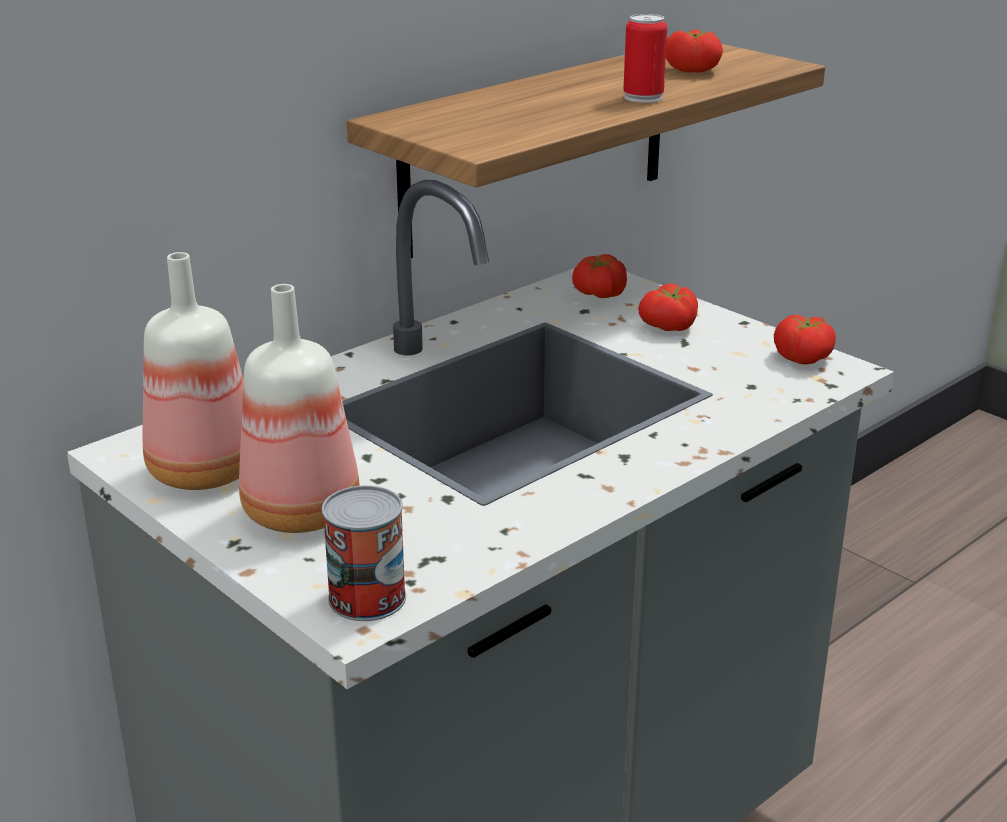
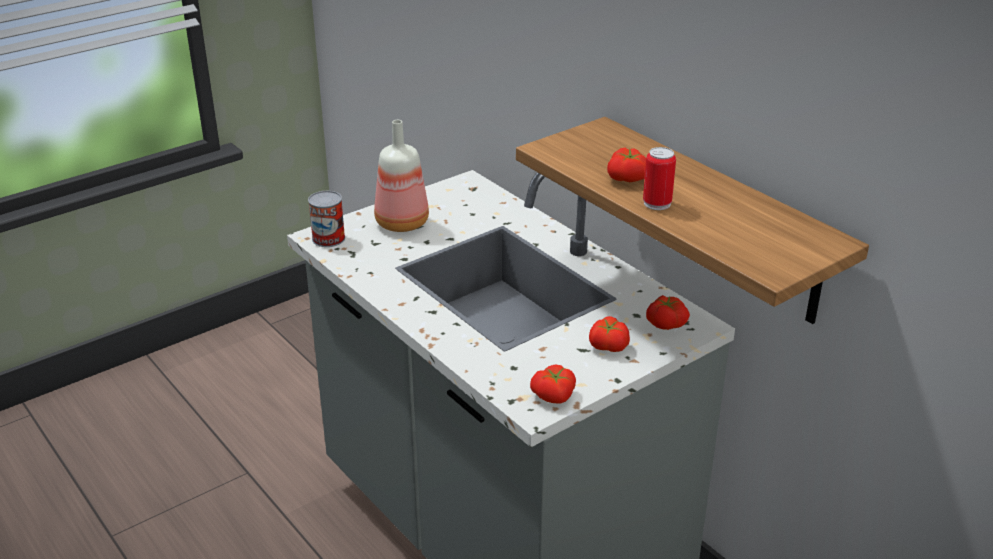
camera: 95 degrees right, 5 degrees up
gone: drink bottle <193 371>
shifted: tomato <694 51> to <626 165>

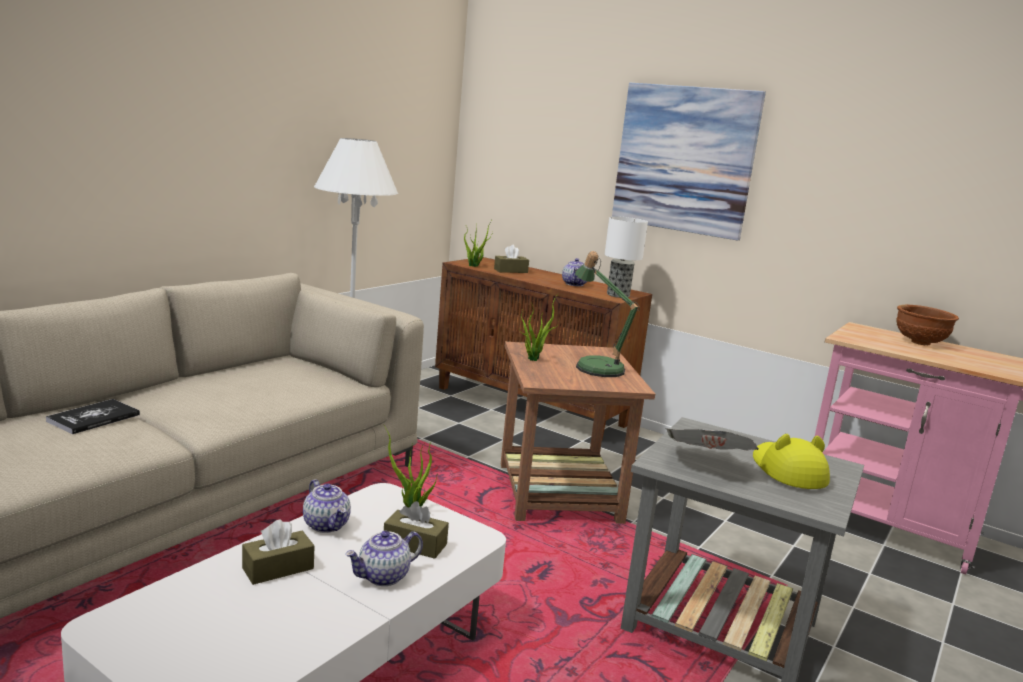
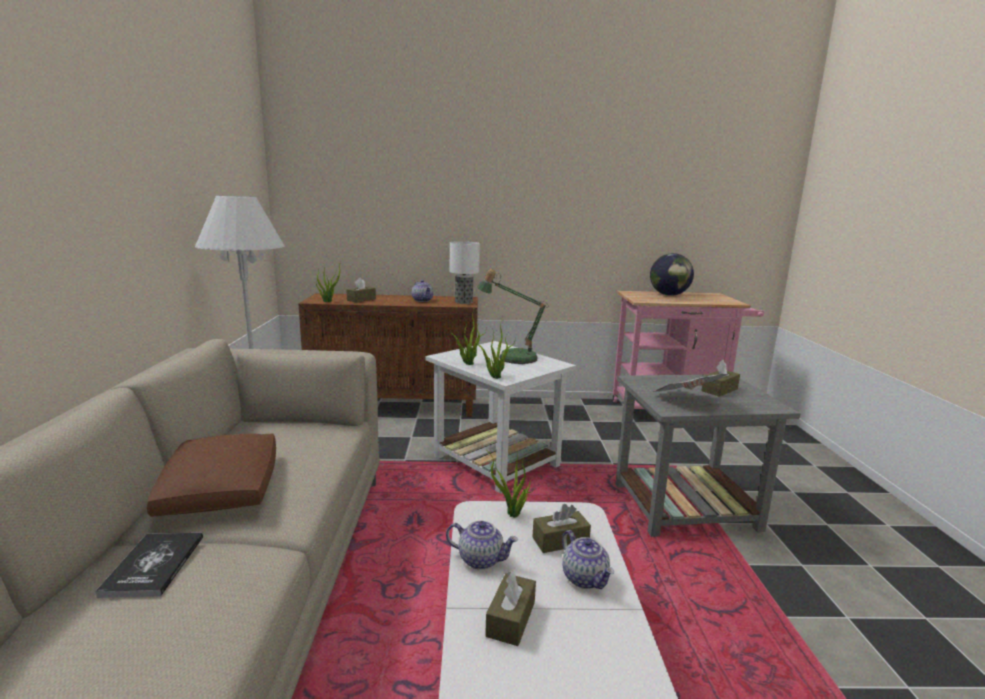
camera: 35 degrees left, 0 degrees up
gone: wall picture <689 162>
new: throw pillow in brown-coloured <211 475>; plant in a pot <496 347>
swapped: hat in yellow-coloured <791 461> to tissue box in brown-coloured <720 378>; deep dish in brown-coloured <927 325> to world globe <672 274>
repainted: side table in brown-coloured <578 433> to side table in white <500 417>
rotated: pot for tea <384 558> = <588 559> 45 degrees counterclockwise

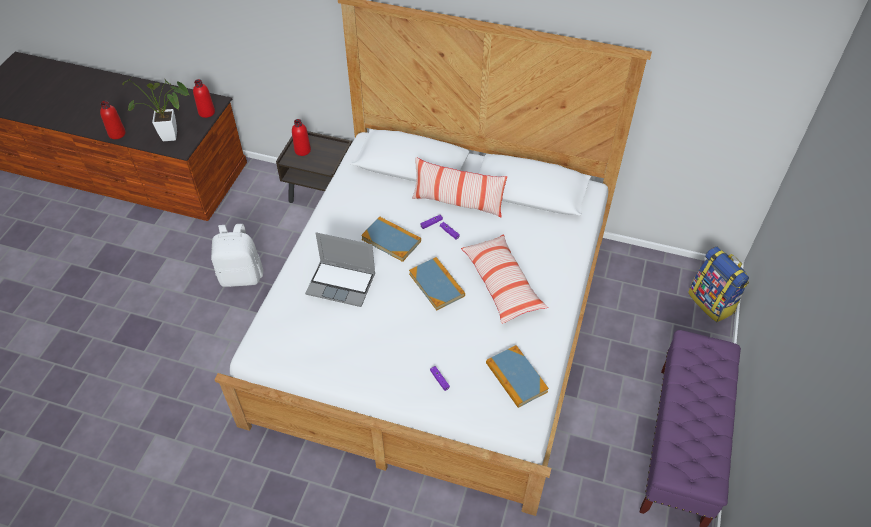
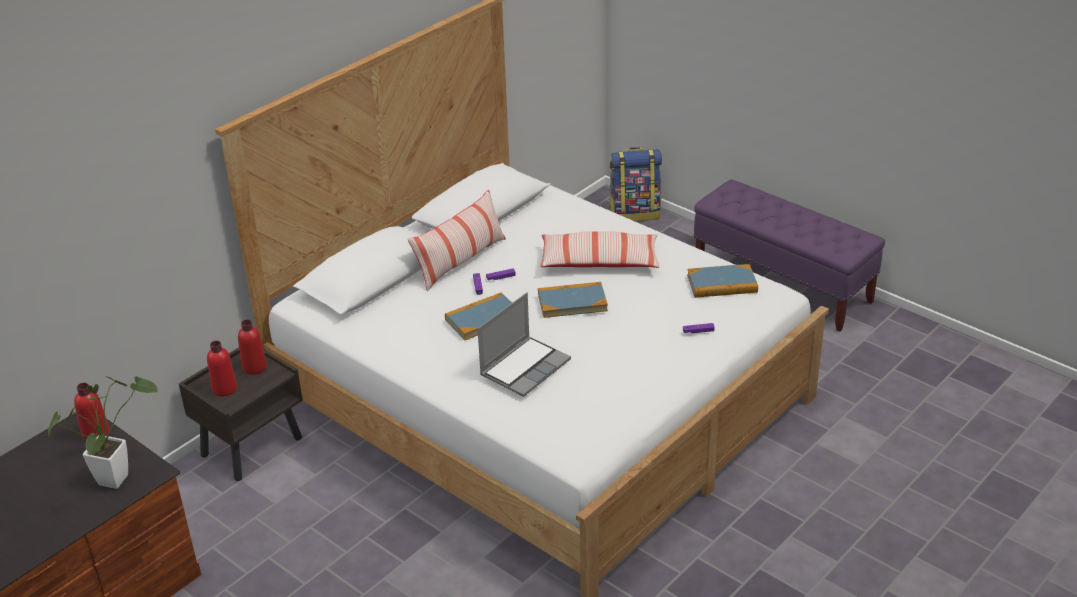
camera: 65 degrees left, 15 degrees down
gone: knapsack in white <237 255>
shifted: drink bottle in red <113 120> to <252 347>

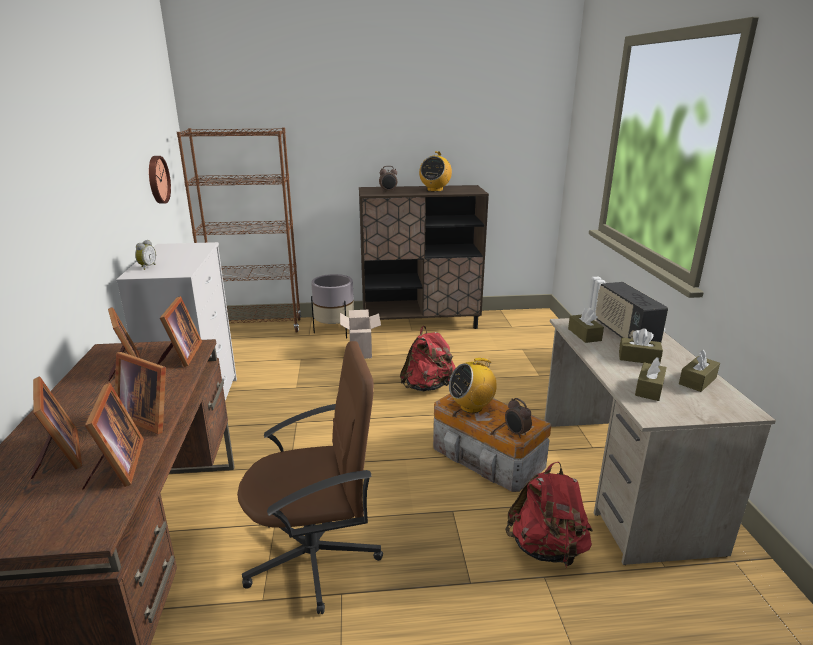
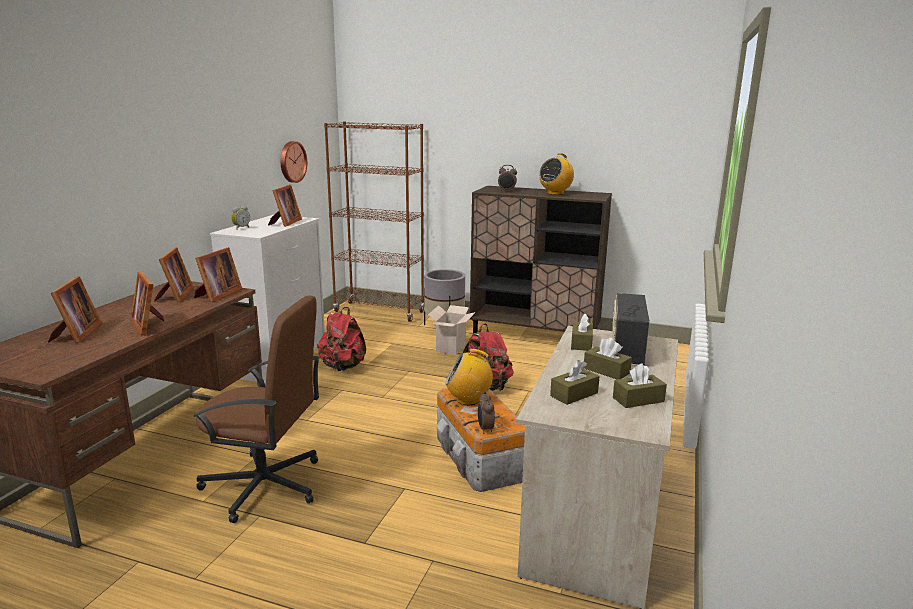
camera: 25 degrees right, 5 degrees down
shifted: photo frame <113 436> to <285 206>; knapsack in red <549 514> to <341 339>

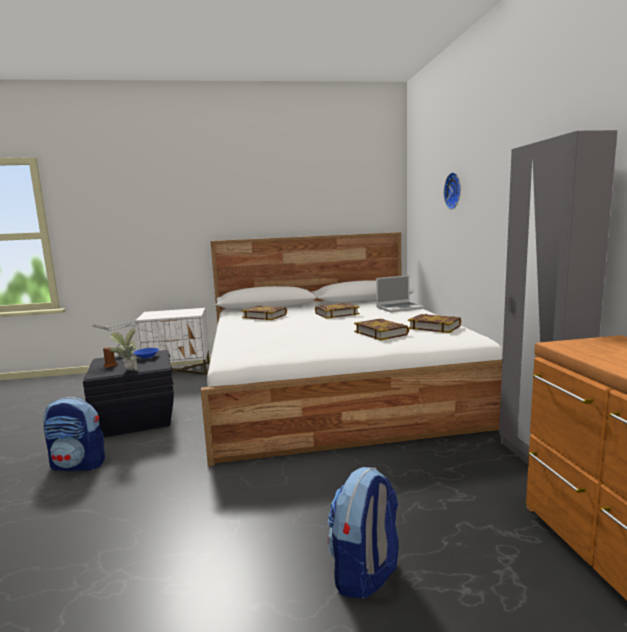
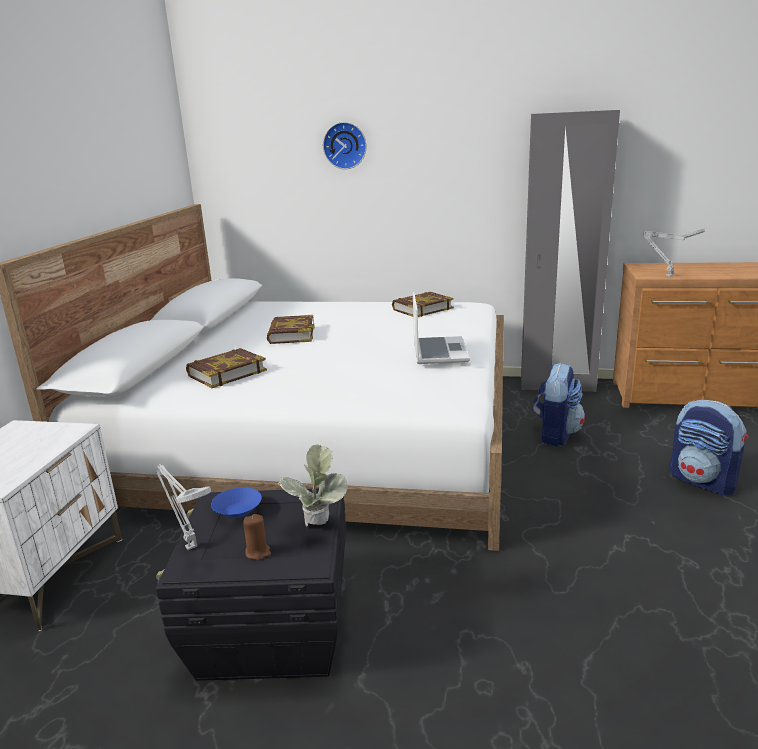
camera: 70 degrees left, 10 degrees up
gone: book <381 329>
new: lamp for a table in gray <674 252>
shifted: knapsack <74 434> to <558 404>; notebook computer <400 293> to <441 328>

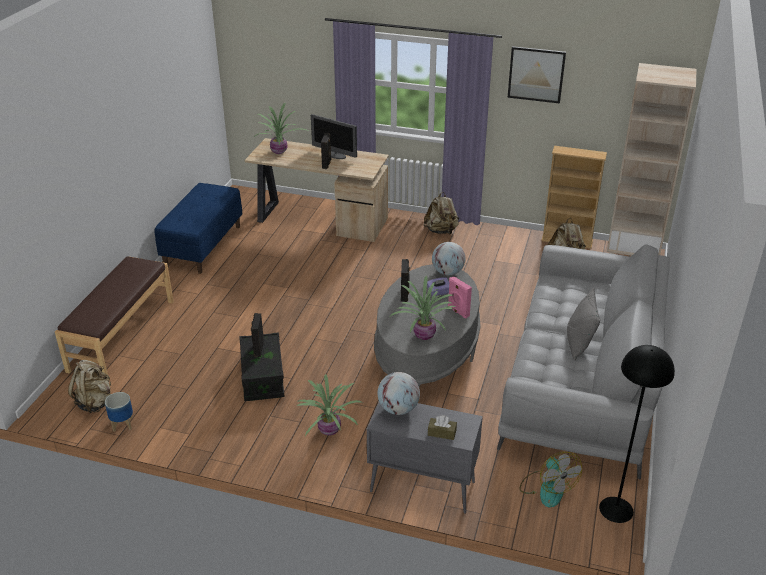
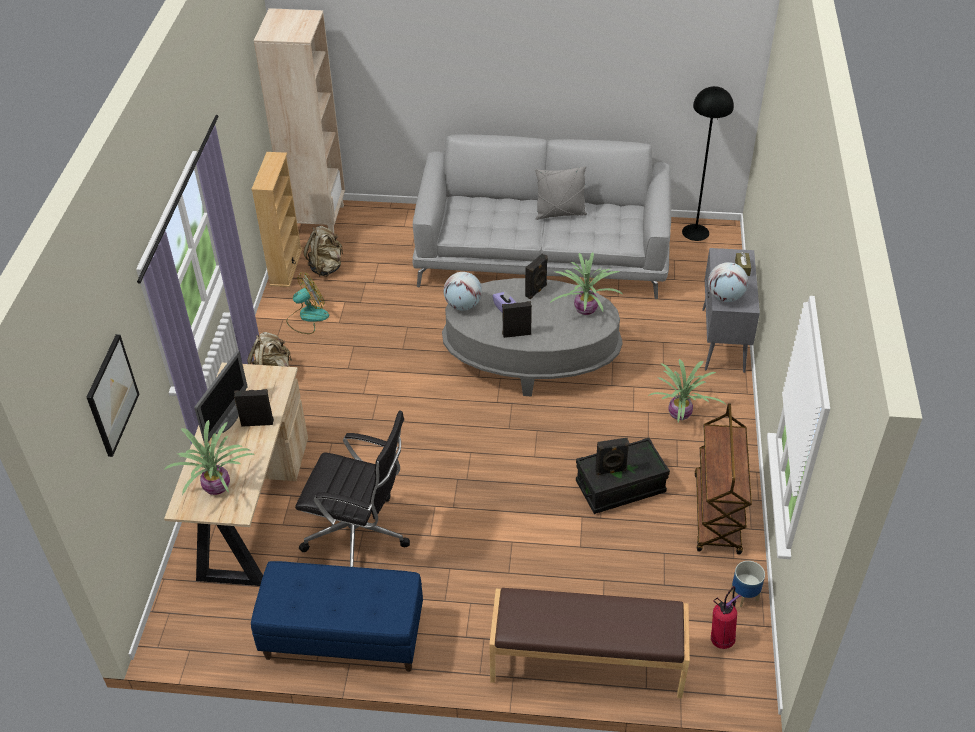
camera: 100 degrees left, 10 degrees up
new: computer chair in black <352 489>; trolley in brown-coloured <723 478>
shifted: wall picture <536 75> to <113 395>; fan <551 480> to <307 303>
swapped: knapsack in beige <90 386> to fire extinguisher <726 617>
repainted: speaker in pink-coloured <460 297> to speaker in black <536 276>

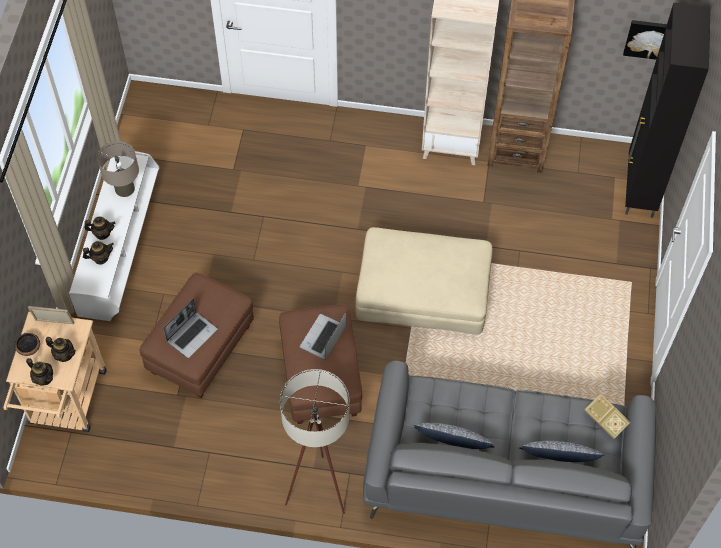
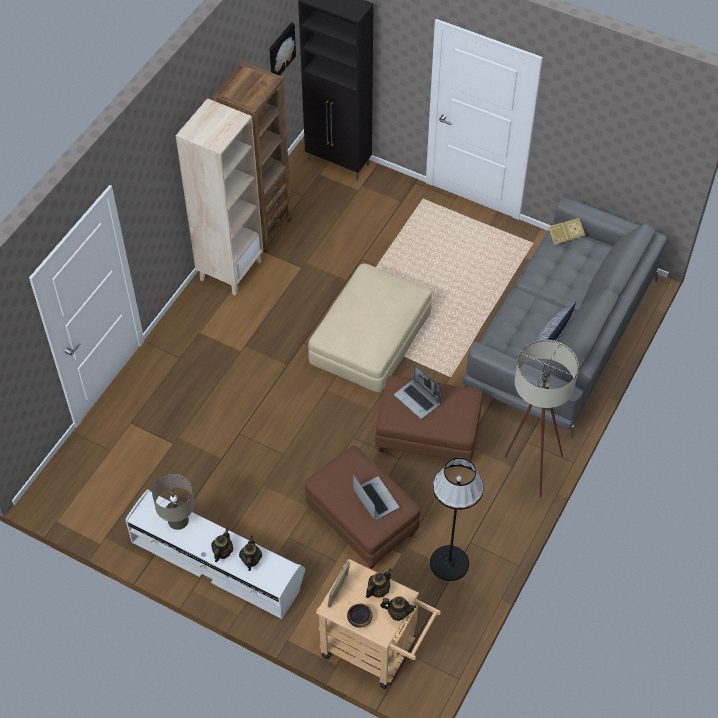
camera: 70 degrees left, 5 degrees down
gone: throw pillow <561 451>
new: floor lamp in black <457 519>
rotated: pot for tea <39 372> = <398 608> 45 degrees clockwise

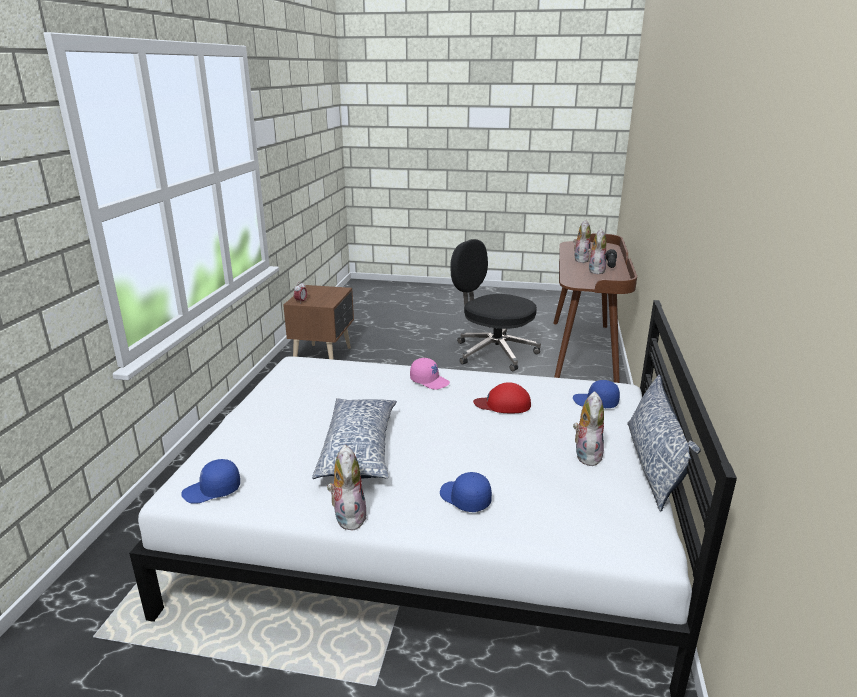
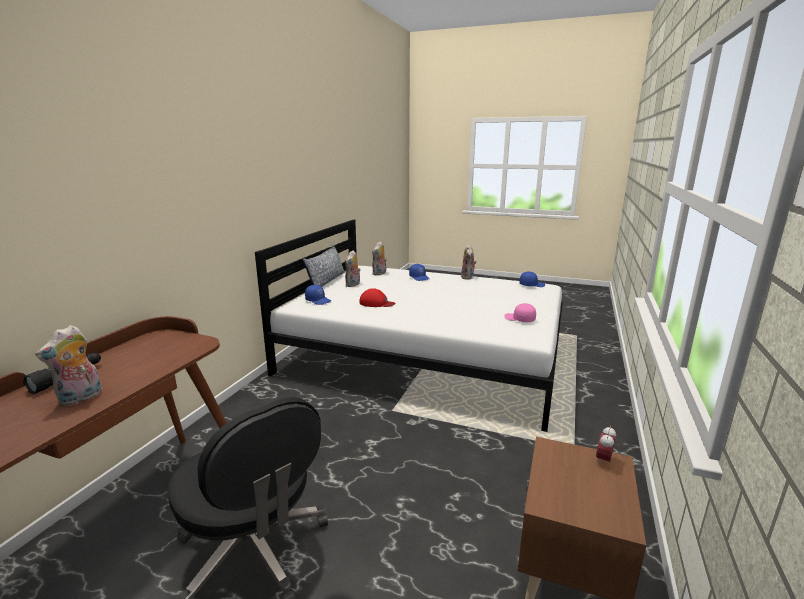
camera: 170 degrees left, 5 degrees down
gone: throw pillow <354 438>
shifted: cap in pink-coloured <430 374> to <520 312>; cuddly toy <597 251> to <379 258>

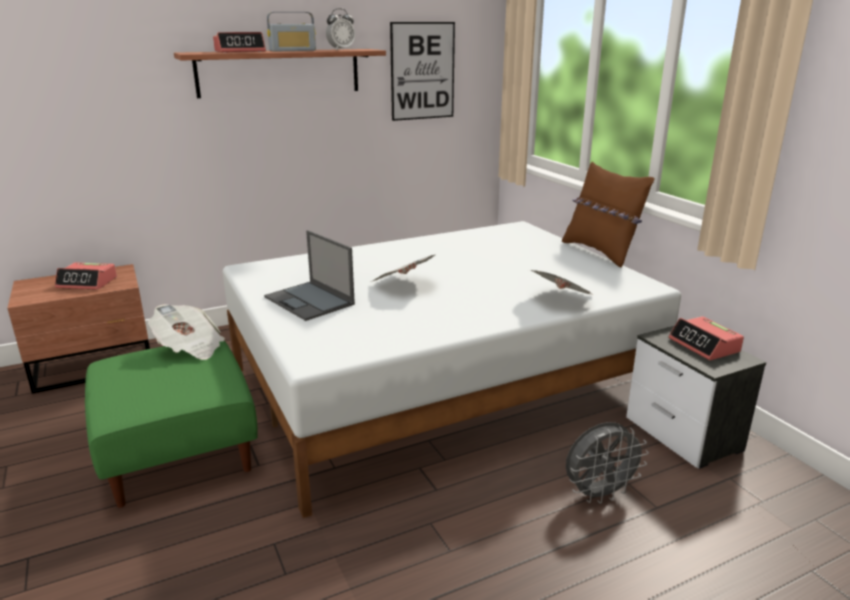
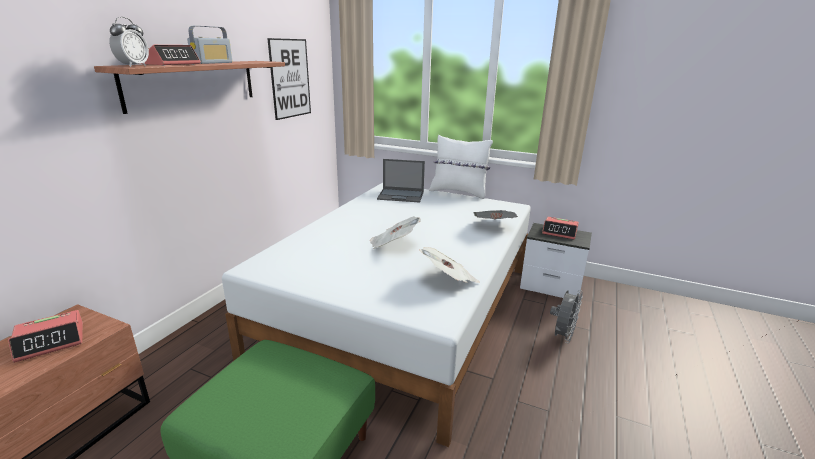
camera: 40 degrees left, 0 degrees up
shifted: daily paper <186 332> to <449 265>; notebook computer <309 275> to <401 181>; alarm clock <340 29> to <129 42>
repainted: throw pillow in brown-coloured <608 214> to throw pillow in white <461 167>

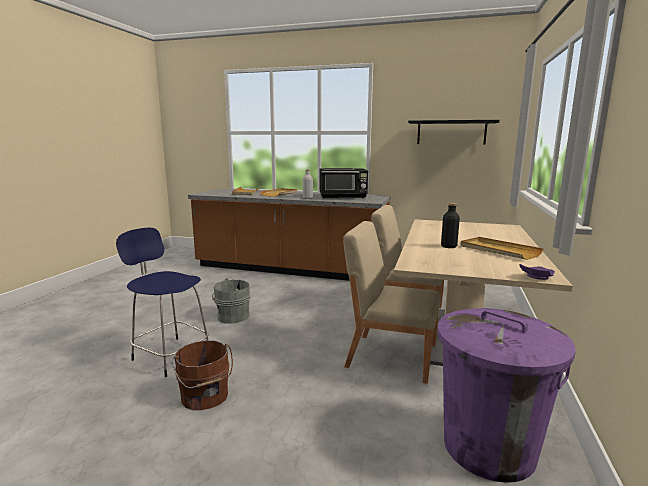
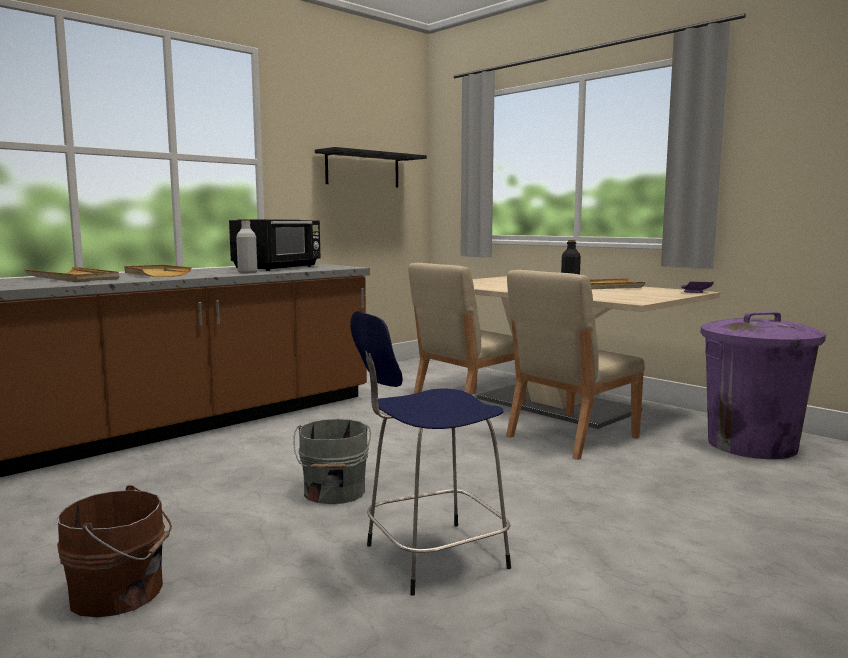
camera: 60 degrees left, 5 degrees down
shifted: water bucket in brown-coloured <202 375> to <114 551>

